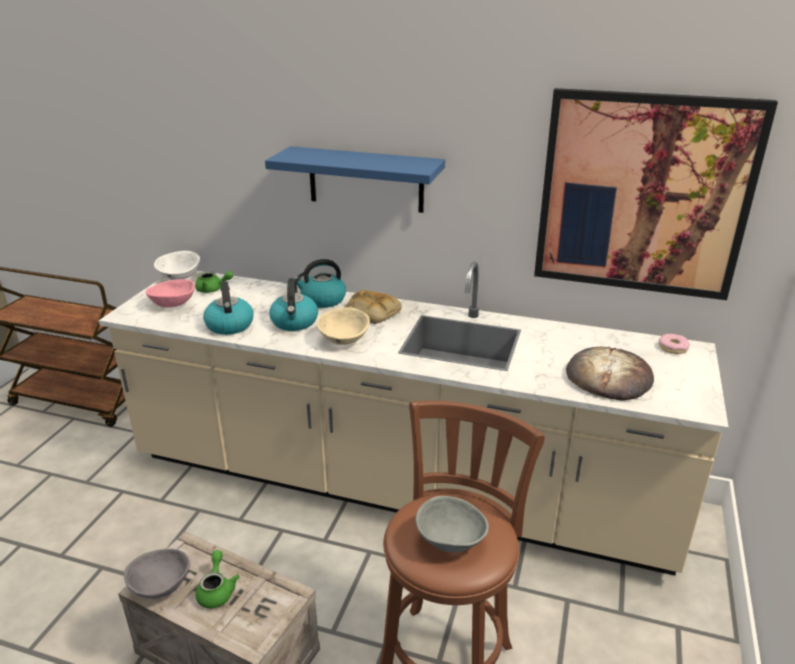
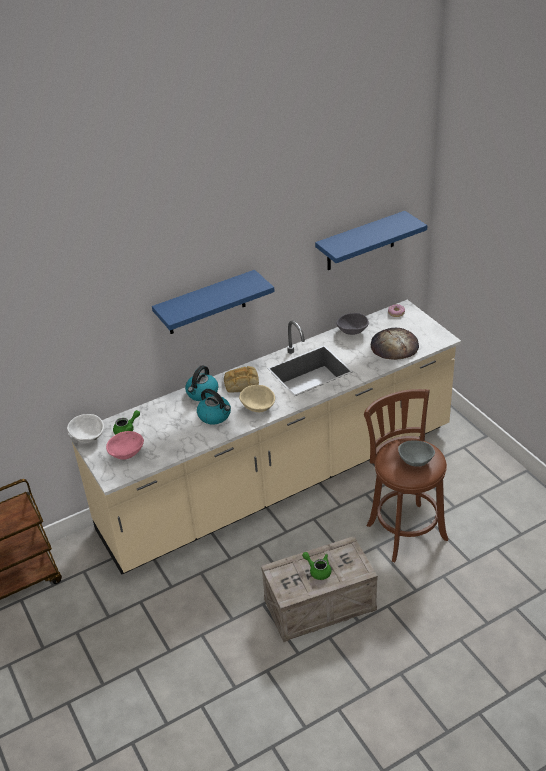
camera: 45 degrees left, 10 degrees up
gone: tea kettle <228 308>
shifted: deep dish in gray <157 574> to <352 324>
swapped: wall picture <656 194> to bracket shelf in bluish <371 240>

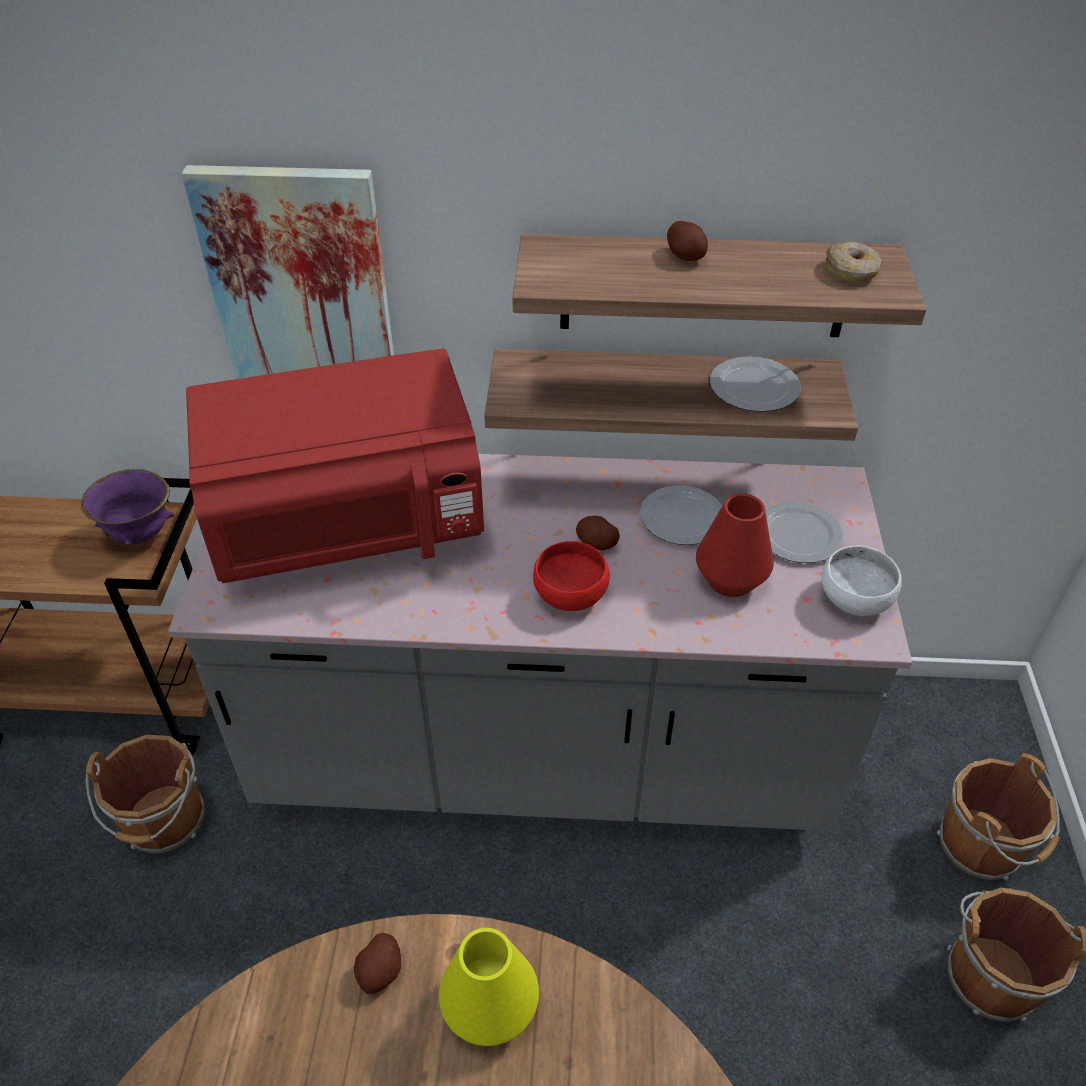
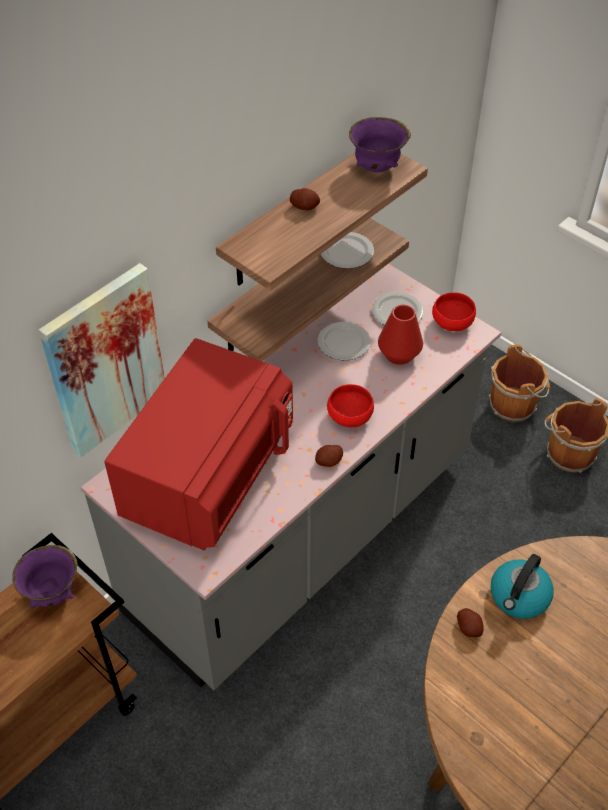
camera: 50 degrees left, 5 degrees up
gone: water bucket in brown-coloured <145 794>
shifted: potato <598 533> to <329 456>
swapped: flower vase in yellow-coloured <489 987> to tea kettle <522 586>; doughnut <853 262> to deep dish in purple <380 144>
repainted: deep dish in white <862 580> to deep dish in red <454 311>

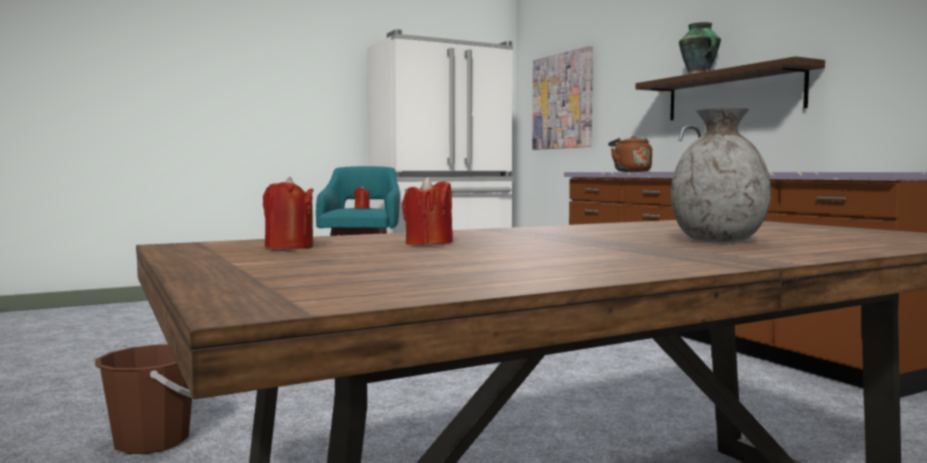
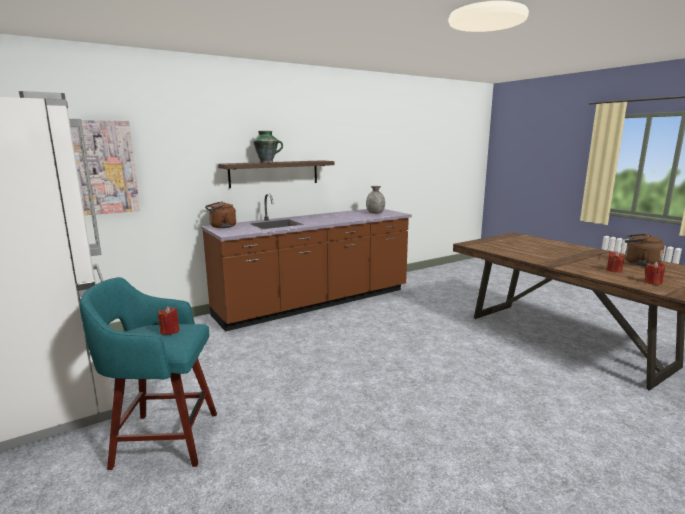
camera: 95 degrees left, 10 degrees up
gone: water bucket in brown-coloured <143 399>
new: tea kettle in brown-coloured <645 250>
shifted: flower vase in gray <721 175> to <375 200>

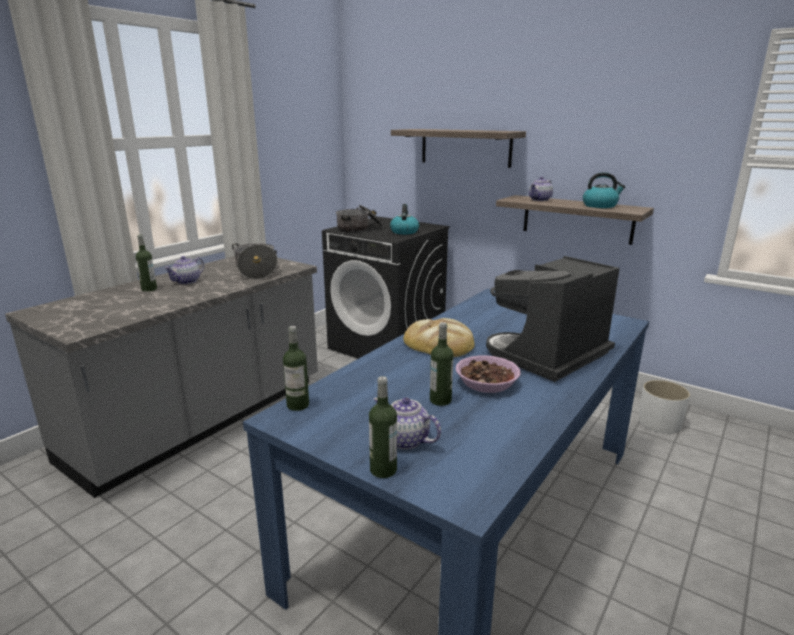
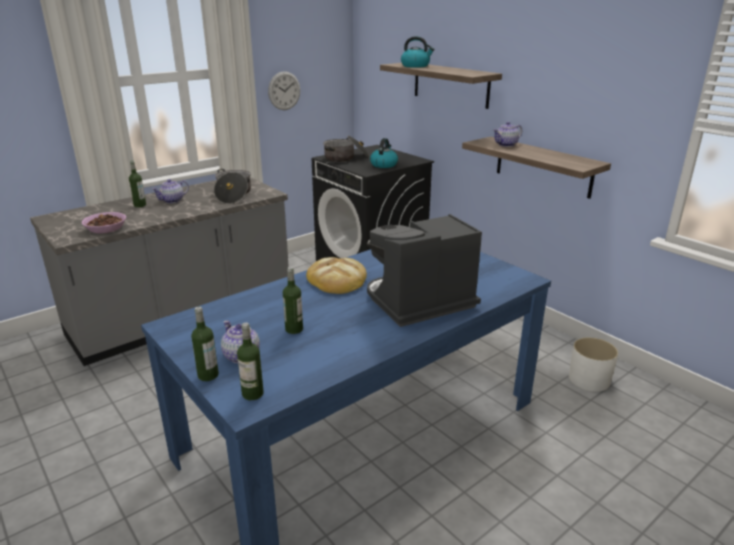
camera: 15 degrees right, 5 degrees up
new: hanging clock <284 90>
shifted: drink bottle <296 368> to <250 361>; deep dish <488 374> to <104 222>; tea kettle <604 190> to <418 52>

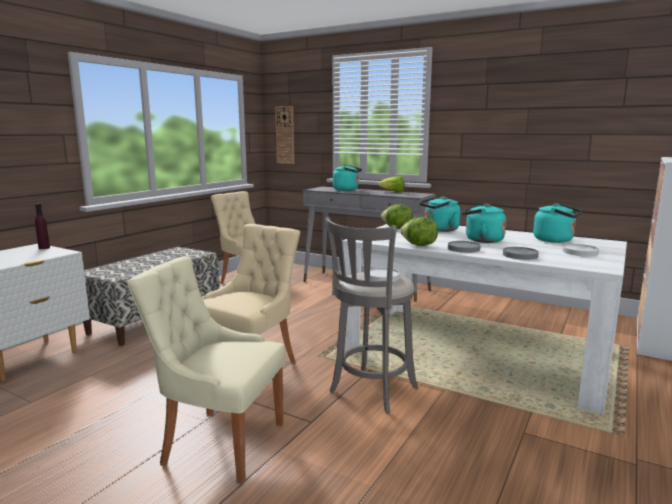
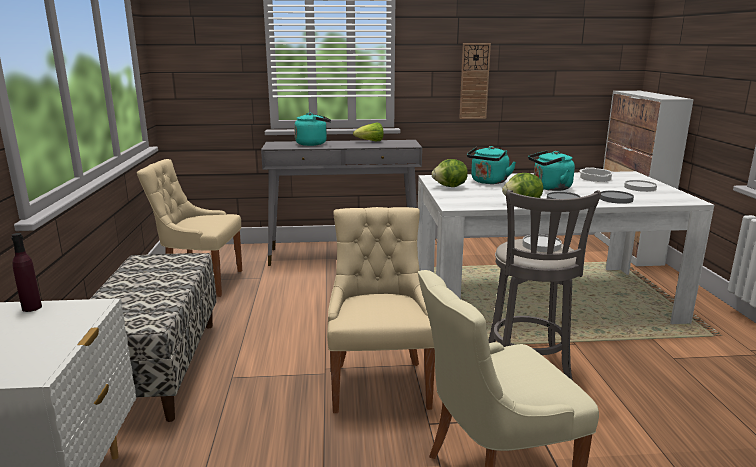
camera: 35 degrees left, 5 degrees up
shifted: hanging clock <284 135> to <475 81>
swapped: tea kettle in blue-green <557 223> to cooking pot <596 174>

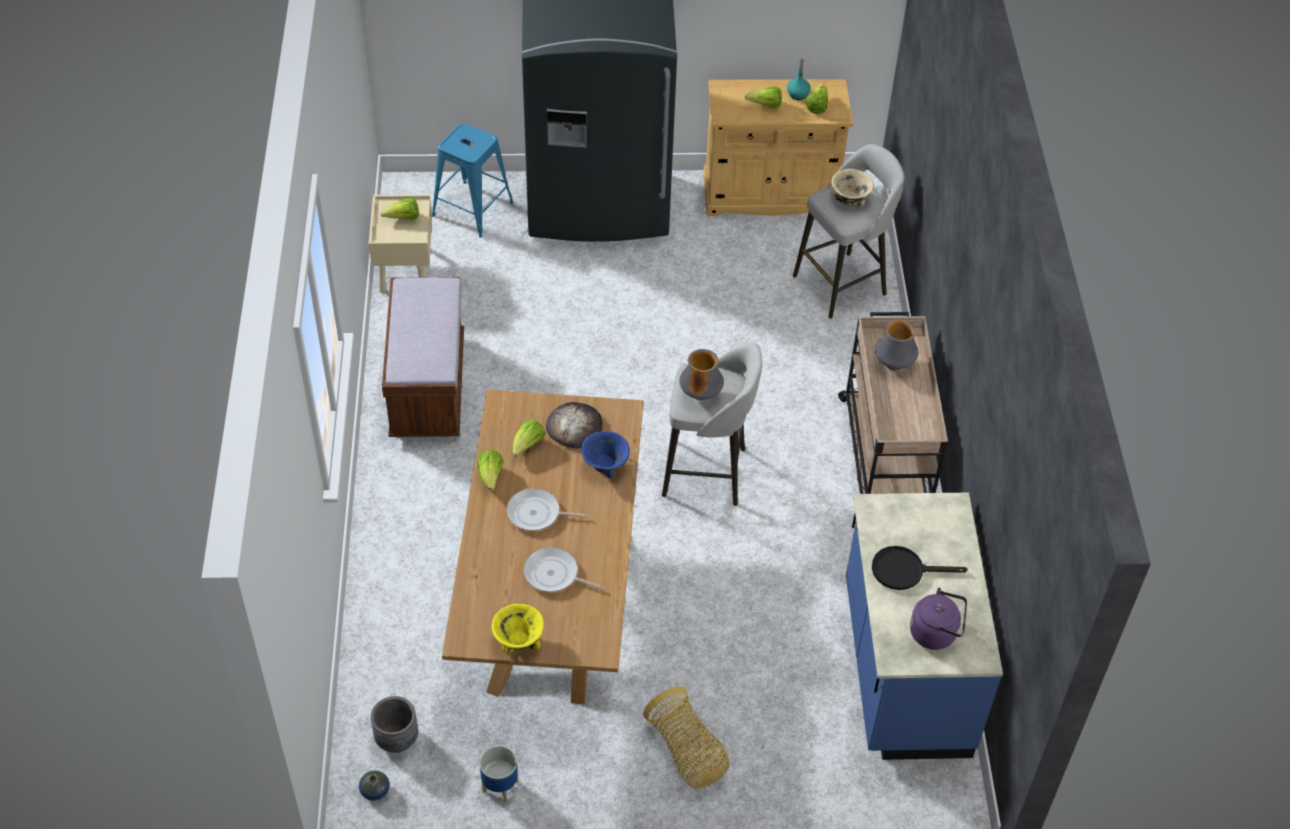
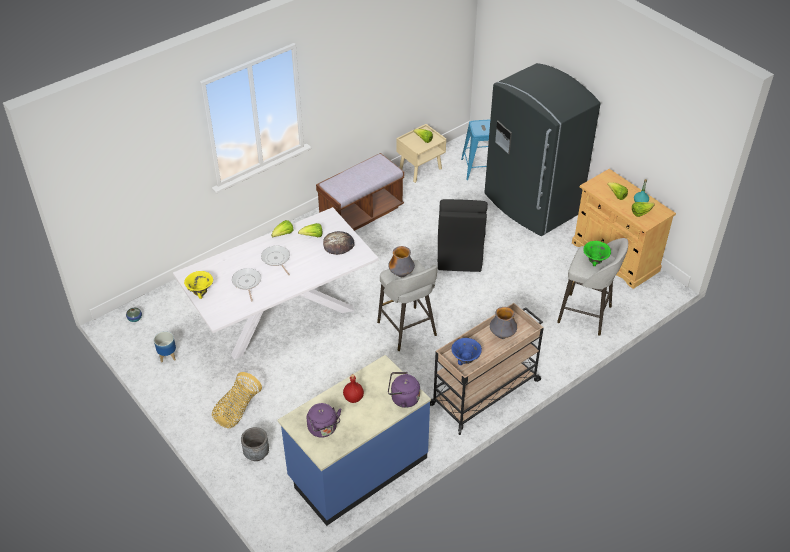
camera: 55 degrees right, 5 degrees down
new: tea kettle in purple <404 390>; chair in black <463 235>
shifted: planter in gray <394 724> to <255 444>; deep dish in bluish <606 454> to <466 351>
swapped: skillet in black <920 568> to drink bottle in red <353 388>
repainted: dining table in brown-coloured <543 547> to dining table in white <276 283>; deep dish in beige <852 188> to deep dish in green-coloured <597 253>

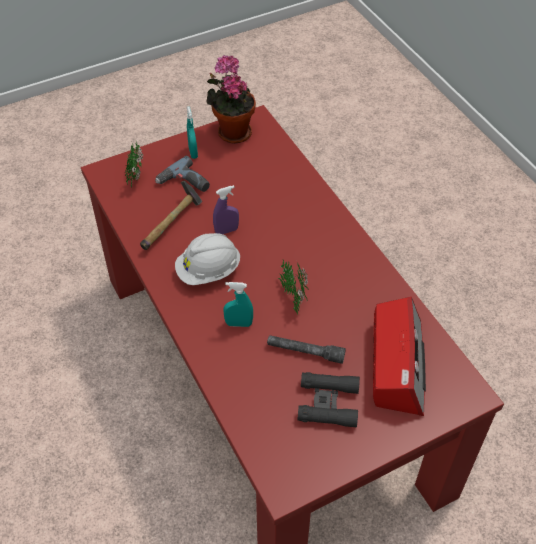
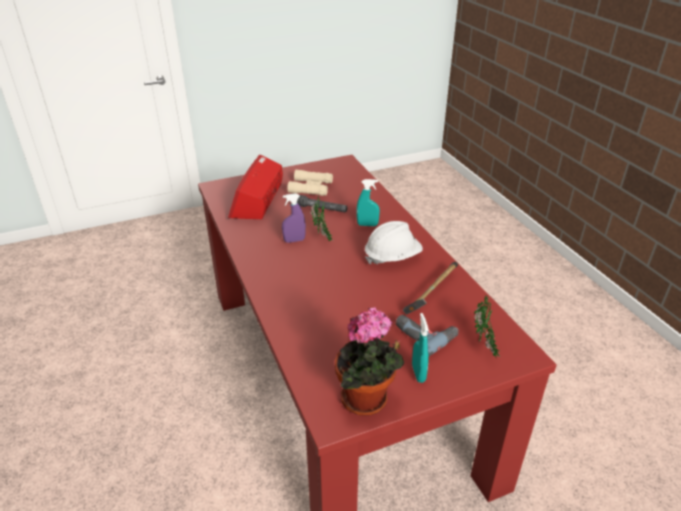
camera: 175 degrees left, 15 degrees down
shifted: spray bottle in purple <226 209> to <294 218>
repainted: pair of binoculars in black <328 400> to pair of binoculars in beige <310 183>

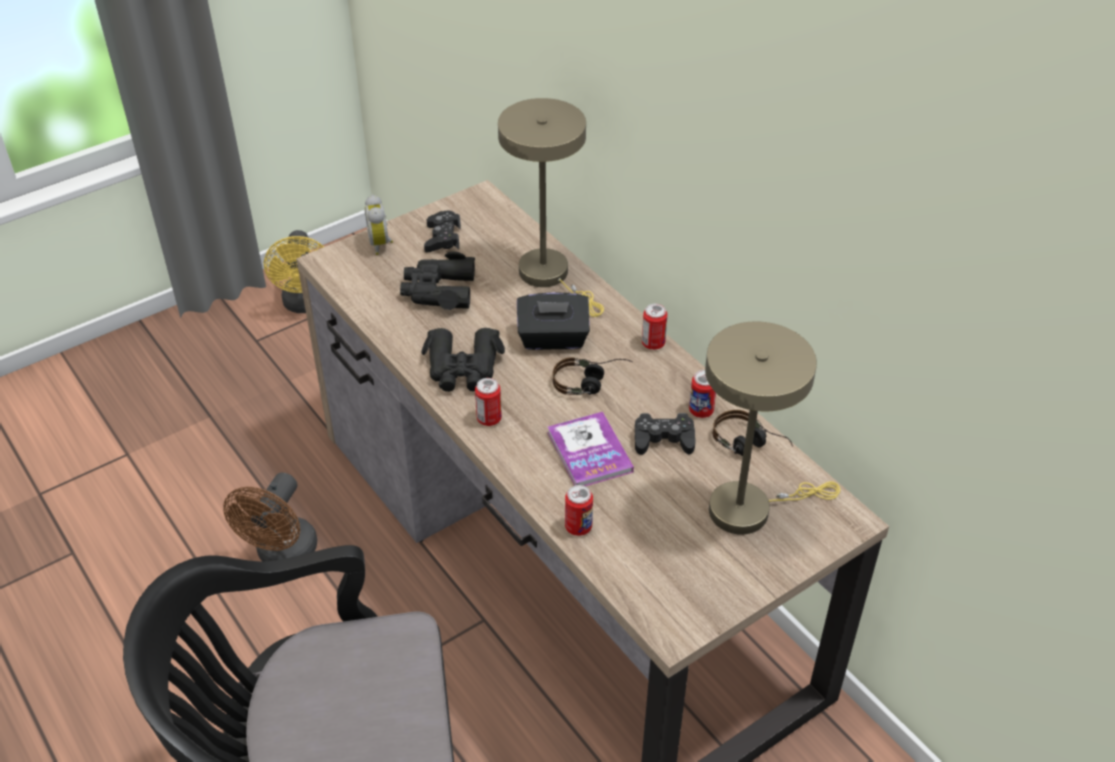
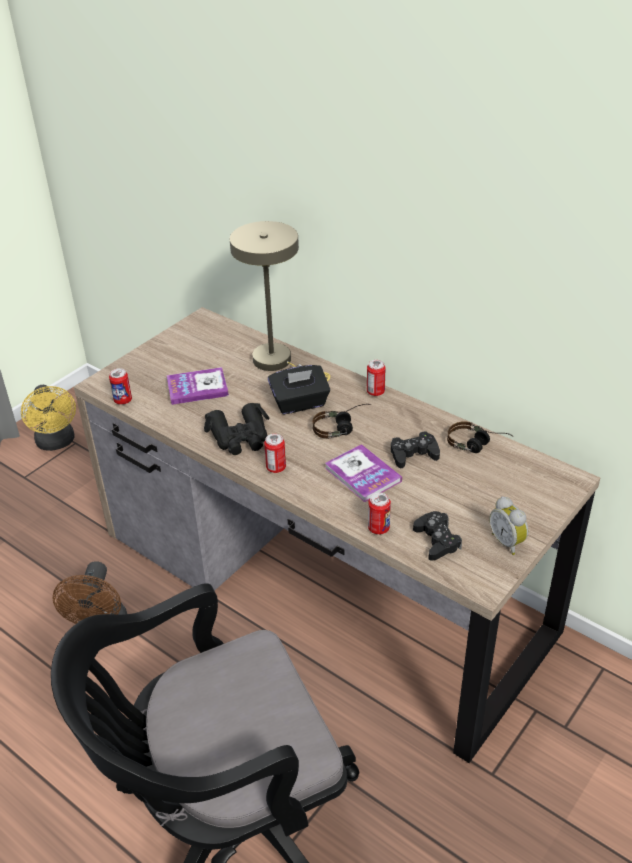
camera: 15 degrees left, 5 degrees down
gone: lamp for a table in beige <773 428>
shifted: alarm clock <379 225> to <508 525>; gamepad in black <442 231> to <437 536>; sealed can <702 394> to <120 386>
swapped: pair of binoculars in black <437 281> to book <197 386>

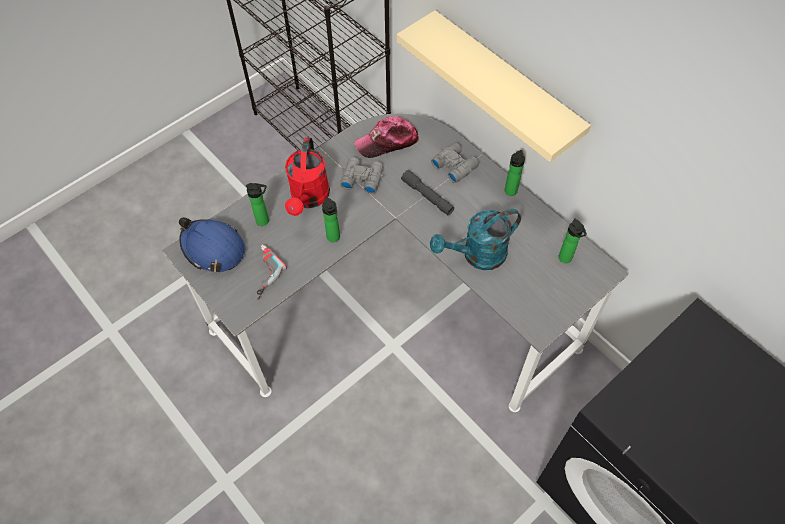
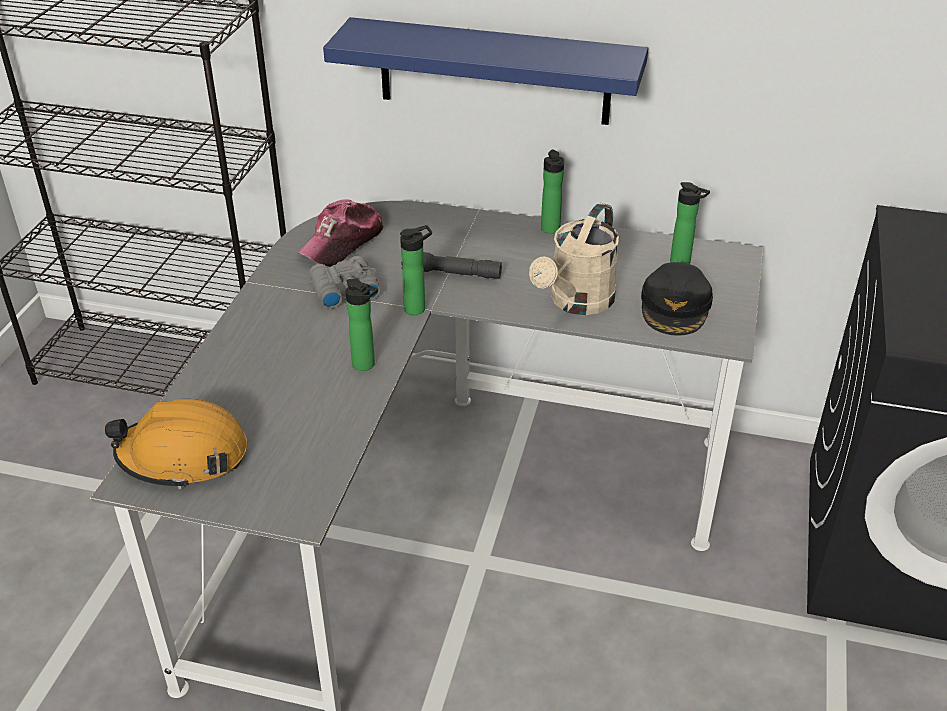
camera: 35 degrees left, 20 degrees down
gone: power drill <272 272>; watering pot in red <307 176>; pair of binoculars in gray <455 162>
new: cap in black <677 299>
shifted: drink bottle <257 204> to <416 270>
repainted: work helmet in bluish <212 244> to work helmet in orange <176 444>; bracket shelf in beige <494 86> to bracket shelf in bluish <485 71>; watering pot in blue-green <475 239> to watering pot in beige <574 259>

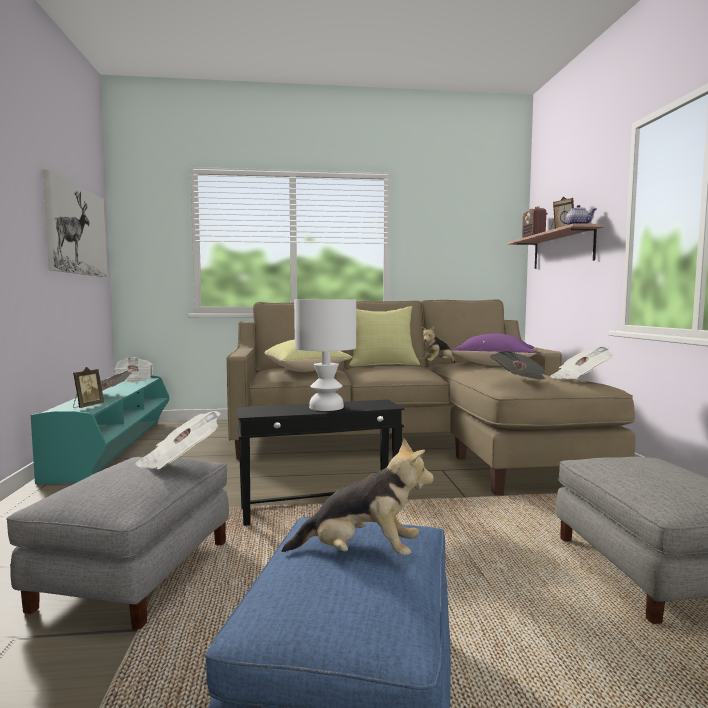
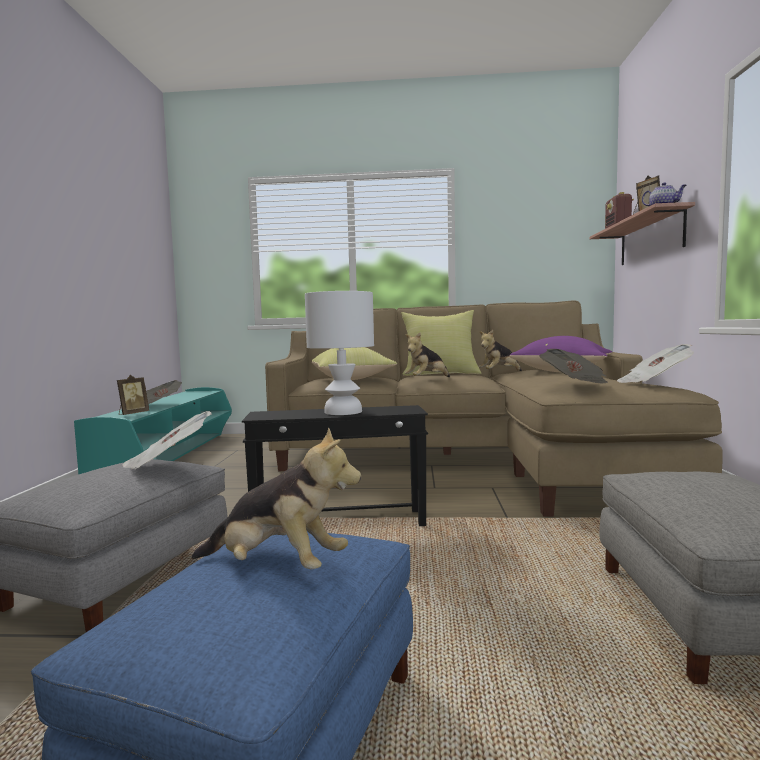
camera: 10 degrees right, 0 degrees up
gone: wall picture <75 223>; daily paper <133 370>
new: cuddly toy <427 355>

